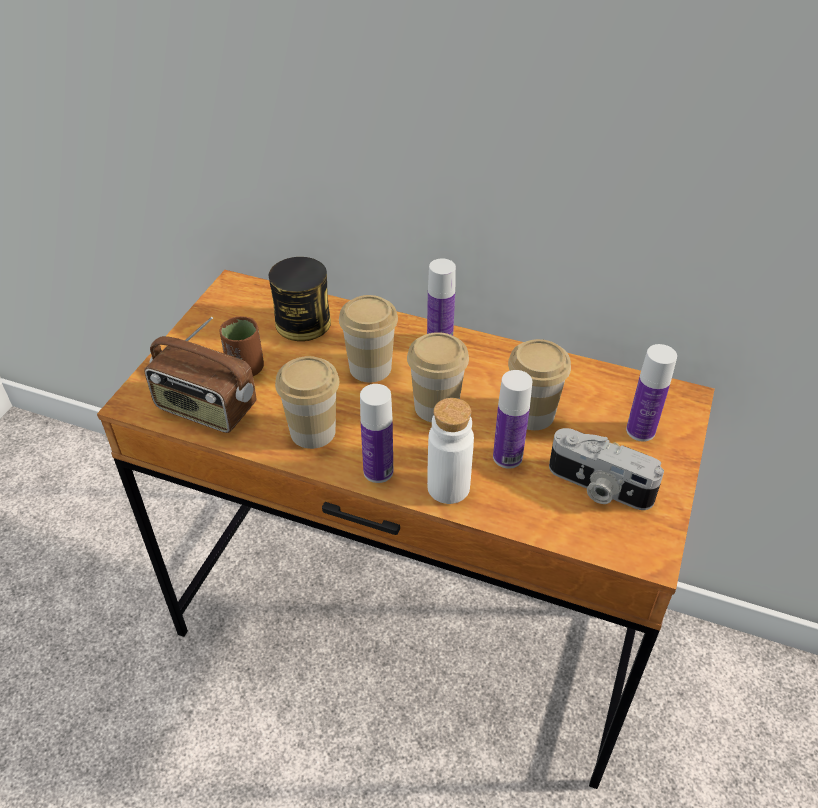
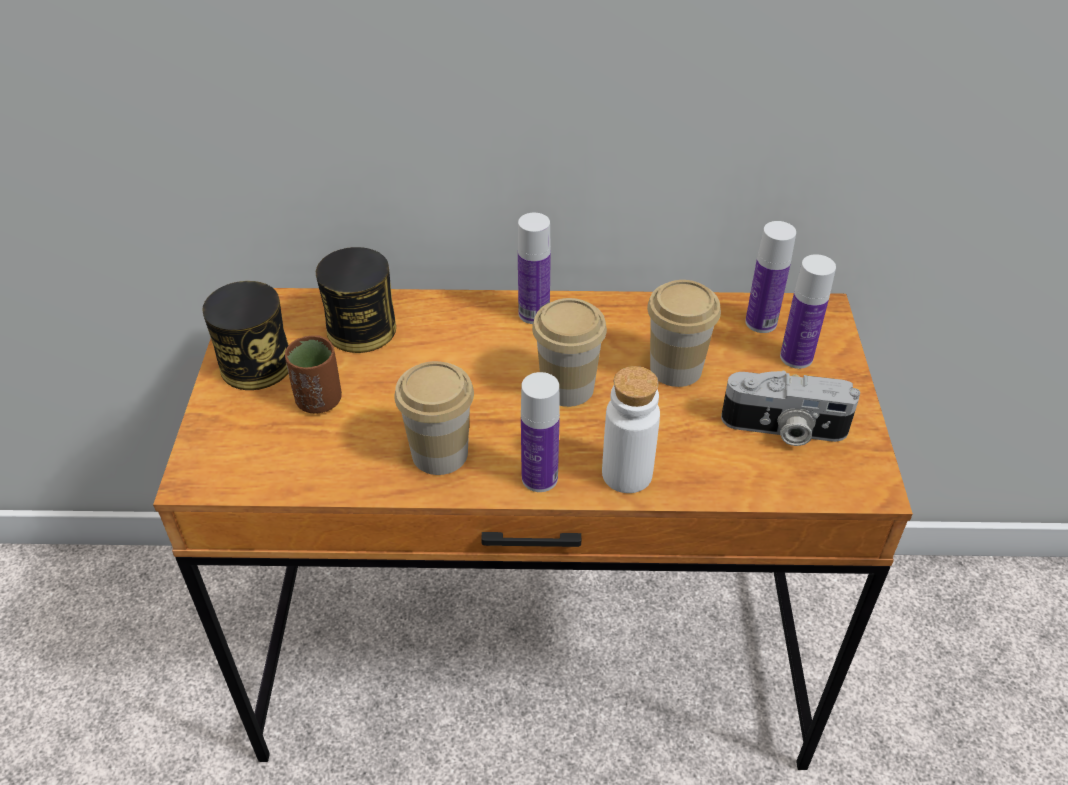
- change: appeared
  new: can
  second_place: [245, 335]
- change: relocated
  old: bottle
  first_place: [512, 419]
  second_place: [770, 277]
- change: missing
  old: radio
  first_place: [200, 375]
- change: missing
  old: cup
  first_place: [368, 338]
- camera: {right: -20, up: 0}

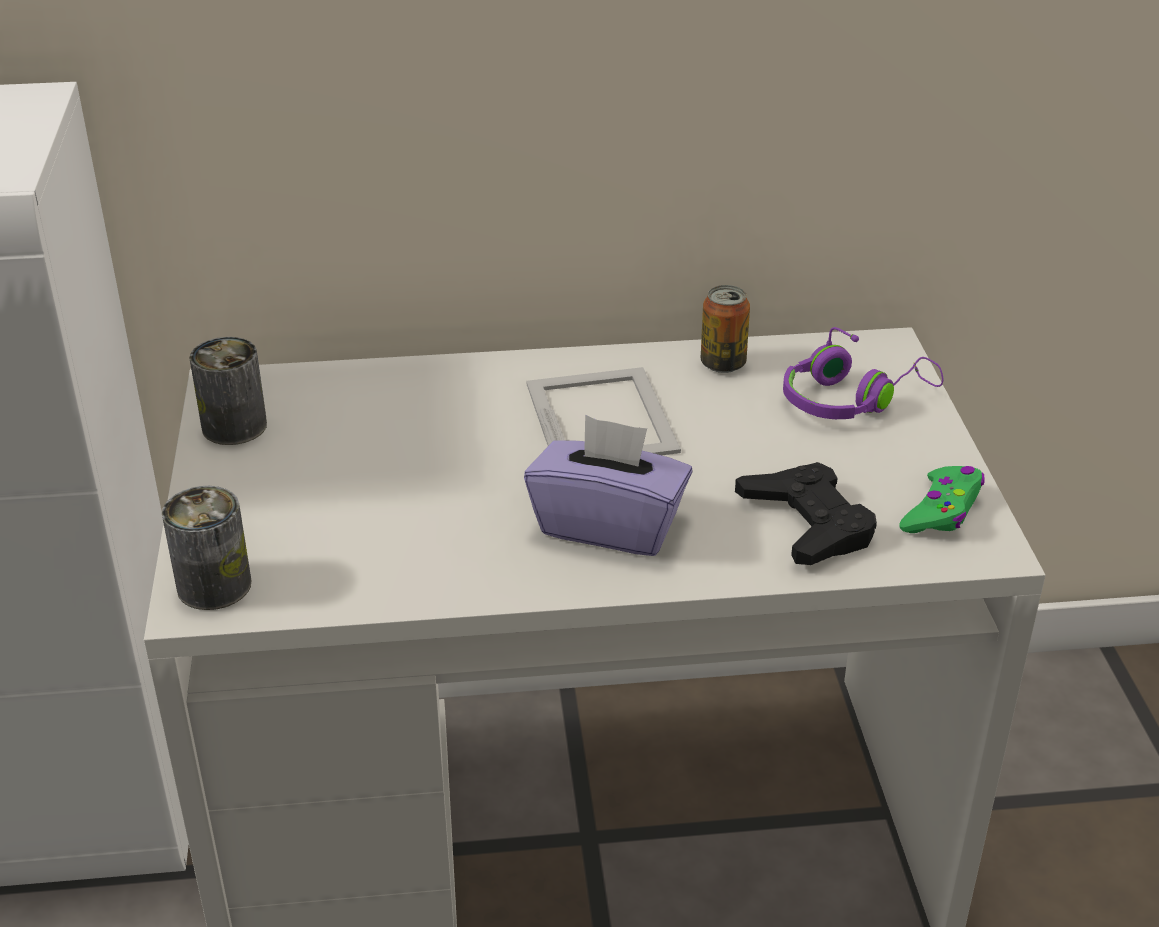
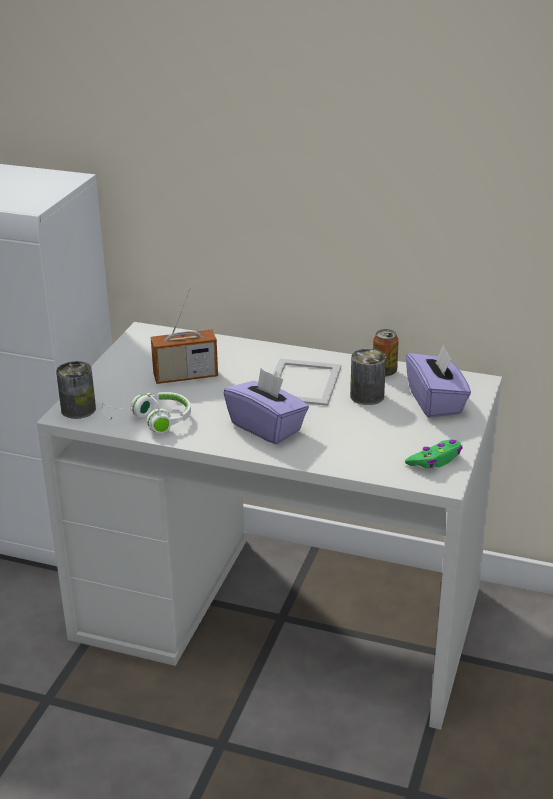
- change: appeared
  new: white headphones
  second_place: [146, 412]
- change: appeared
  new: radio
  second_place: [184, 335]
- change: relocated
  old: can
  first_place: [228, 391]
  second_place: [368, 376]
- change: exchanged
  old: purple headphones
  new: purple tissue box
  first_place: [863, 373]
  second_place: [438, 381]
- change: missing
  old: black game controller
  first_place: [806, 513]
- camera: {right: 25, up: -5}

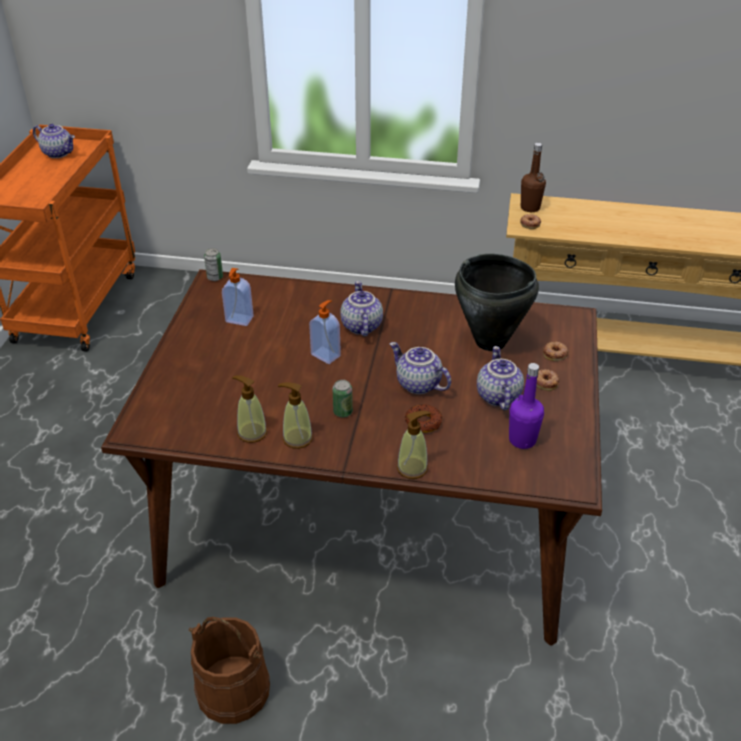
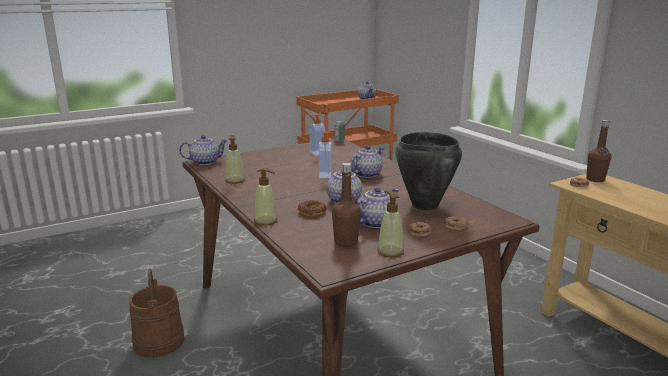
- change: appeared
  new: teapot
  second_place: [203, 150]
- change: colour
  old: purple bottle
  new: brown bottle
  first_place: [526, 406]
  second_place: [346, 205]
- change: relocated
  old: soap dispenser
  first_place: [295, 415]
  second_place: [390, 224]
- change: missing
  old: can
  first_place: [343, 398]
- camera: {right: 50, up: -20}

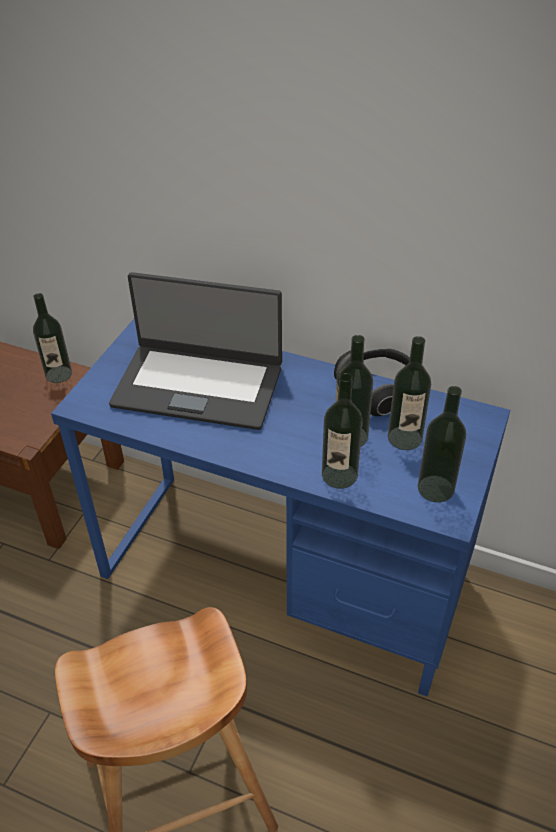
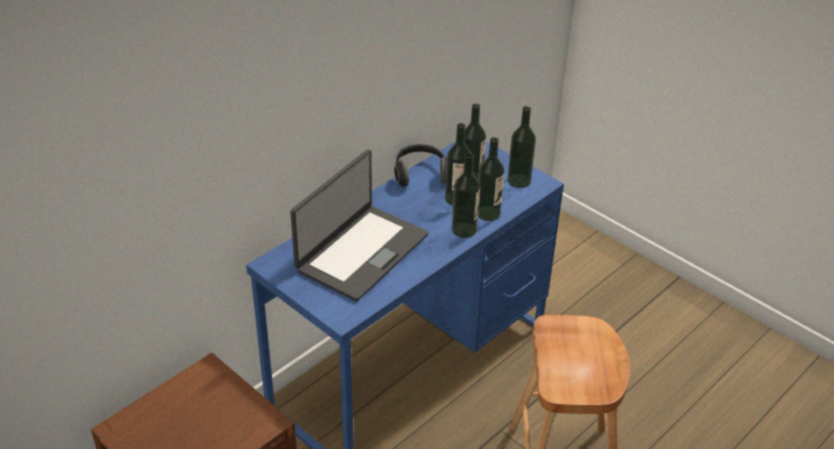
- change: relocated
  old: bottle
  first_place: [52, 338]
  second_place: [466, 195]
- camera: {right: -70, up: -5}

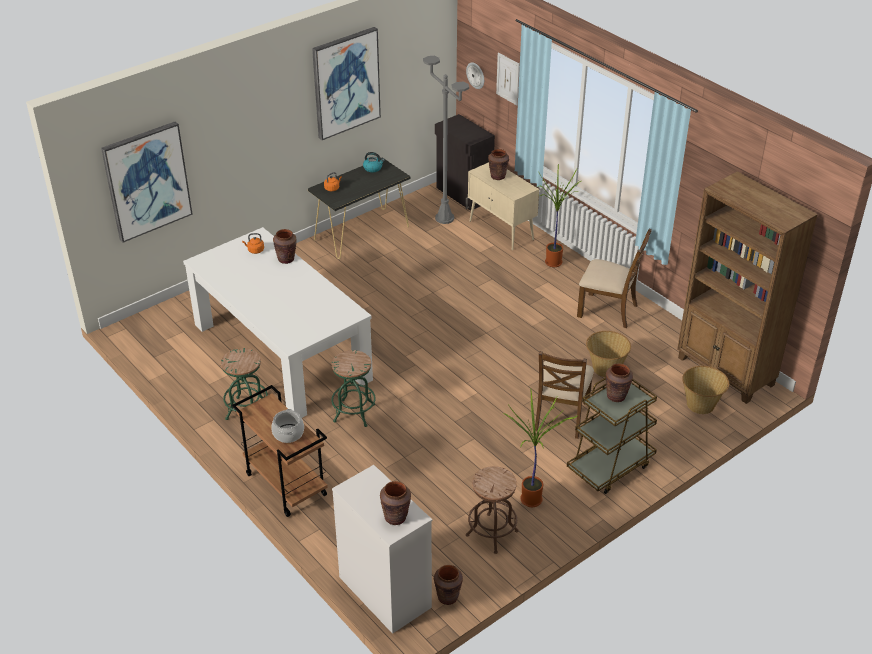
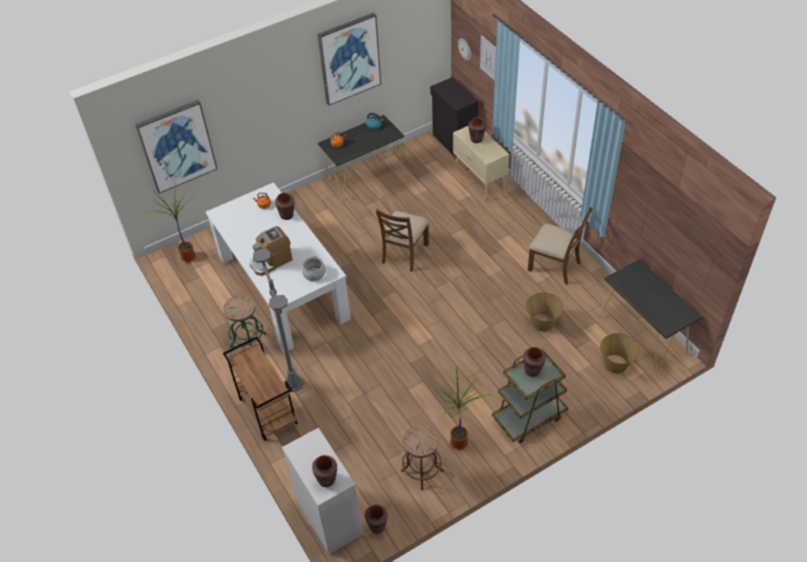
- change: relocated
  old: potted plant
  first_place: [559, 215]
  second_place: [171, 223]
- change: appeared
  new: coffee machine
  second_place: [271, 251]
- change: relocated
  old: grey floor lamp
  first_place: [446, 140]
  second_place: [278, 320]
- change: relocated
  old: cooking pot
  first_place: [287, 426]
  second_place: [314, 268]
- change: relocated
  old: brown chair
  first_place: [564, 395]
  second_place: [402, 240]
- change: exchanged
  old: brown bookcase
  new: black console table
  first_place: [747, 288]
  second_place: [651, 315]
- change: missing
  old: green stool
  first_place: [353, 388]
- camera: {right: 10, up: 10}

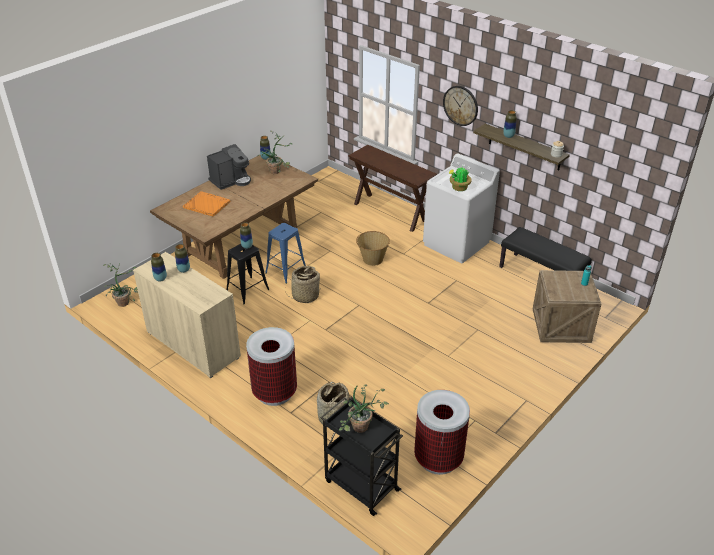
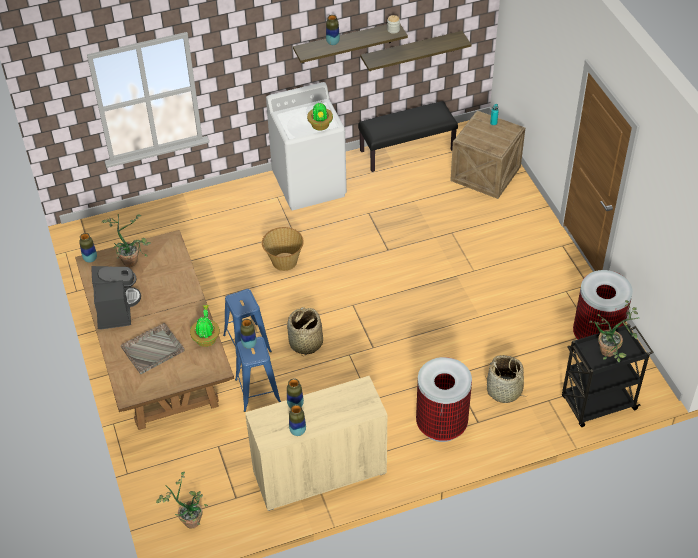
- change: colour
  old: orange tray
  new: grey tray
  first_place: [206, 203]
  second_place: [153, 348]
- change: appeared
  new: potted plant
  second_place: [205, 326]
- change: colour
  old: black stool
  new: blue stool
  first_place: [248, 274]
  second_place: [258, 374]
- change: appeared
  new: shelf
  second_place: [416, 51]
- change: missing
  old: brown console table
  first_place: [392, 188]
- change: missing
  old: wall clock
  first_place: [460, 106]
- camera: {right: -60, up: 10}

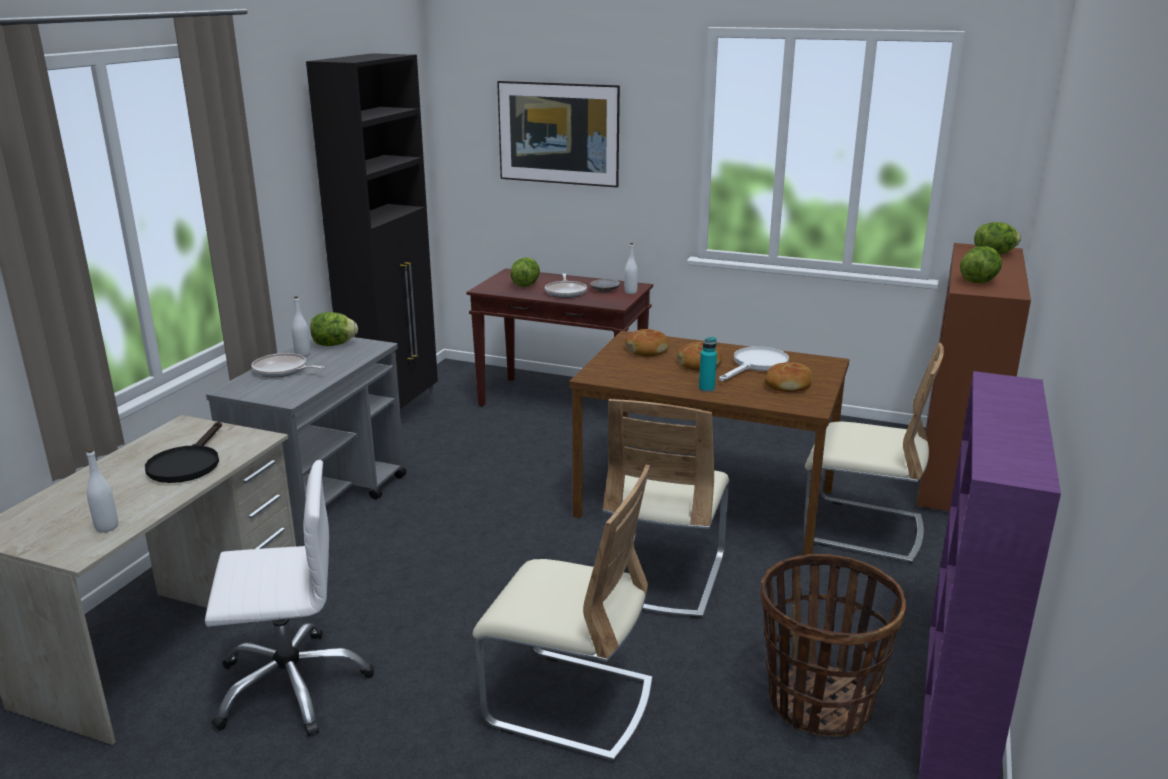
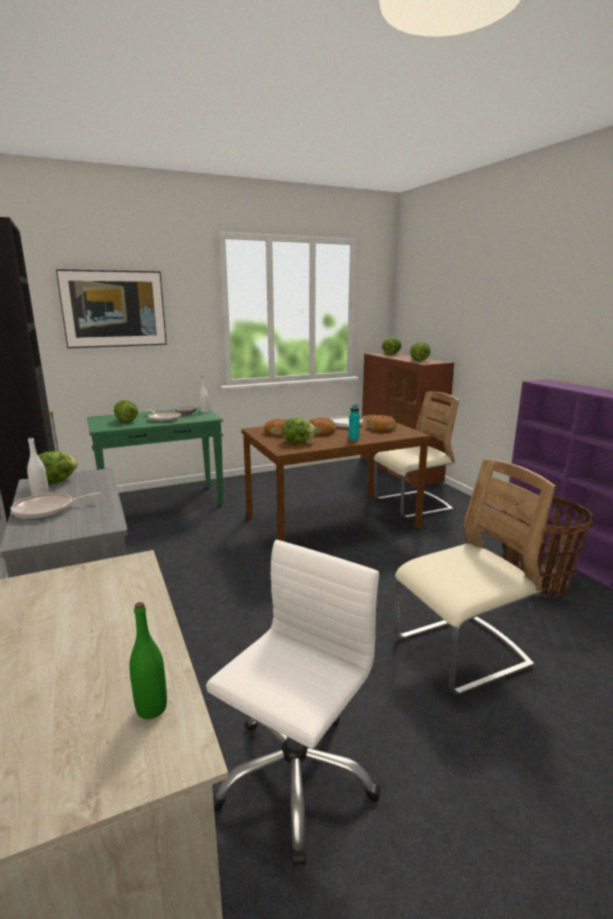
- change: colour
  old: brown console table
  new: green console table
  first_place: [560, 337]
  second_place: [155, 456]
- change: colour
  old: white bottle
  new: green bottle
  first_place: [102, 490]
  second_place: [148, 660]
- change: appeared
  new: lettuce
  second_place: [299, 430]
- change: missing
  old: black frying pan
  first_place: [183, 452]
- change: missing
  old: beige chair
  first_place: [666, 508]
- camera: {right: -45, up: -5}

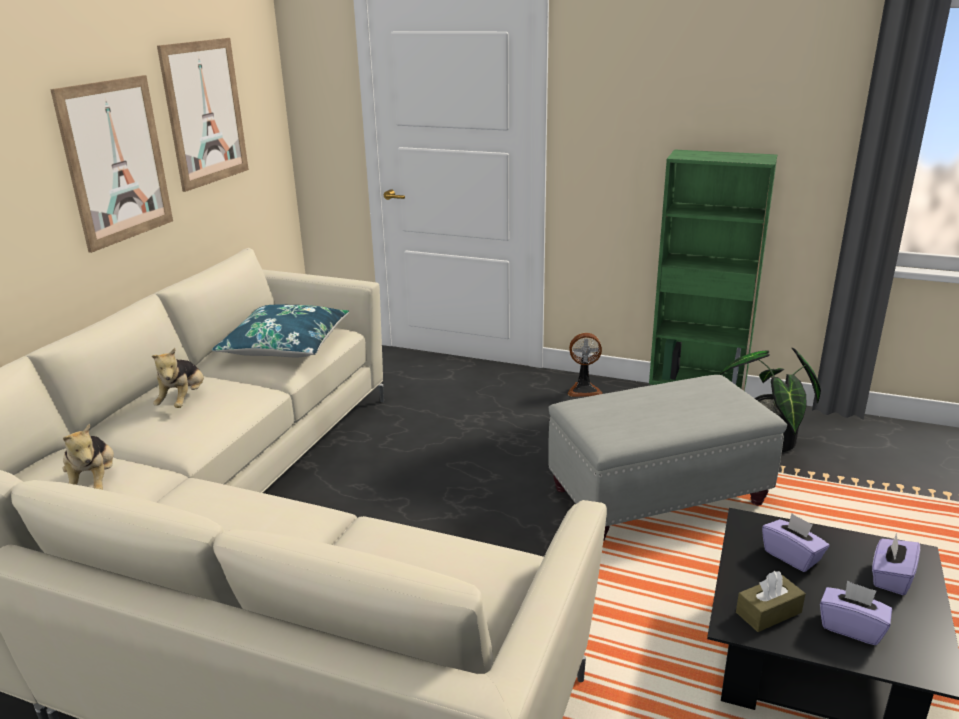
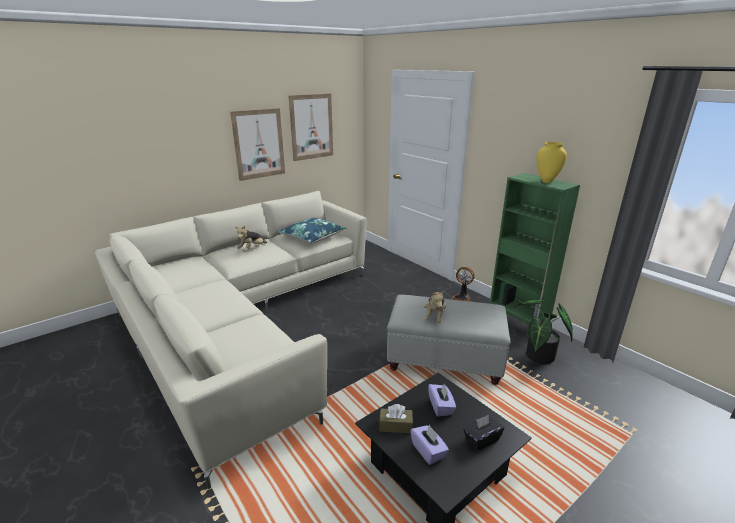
- change: relocated
  old: plush toy
  first_place: [88, 456]
  second_place: [434, 306]
- change: colour
  old: purple tissue box
  new: black tissue box
  first_place: [896, 564]
  second_place: [483, 433]
- change: appeared
  new: yellow vase
  second_place: [552, 162]
- camera: {right: 30, up: 0}

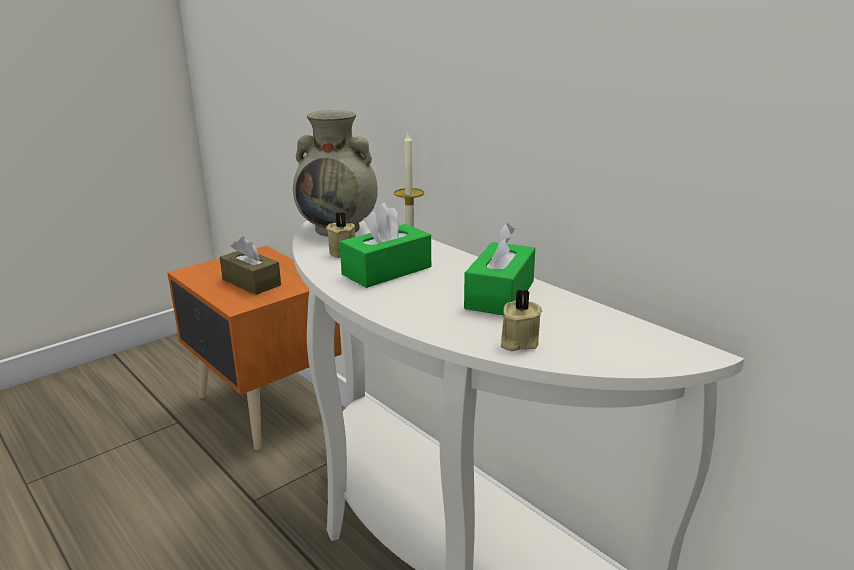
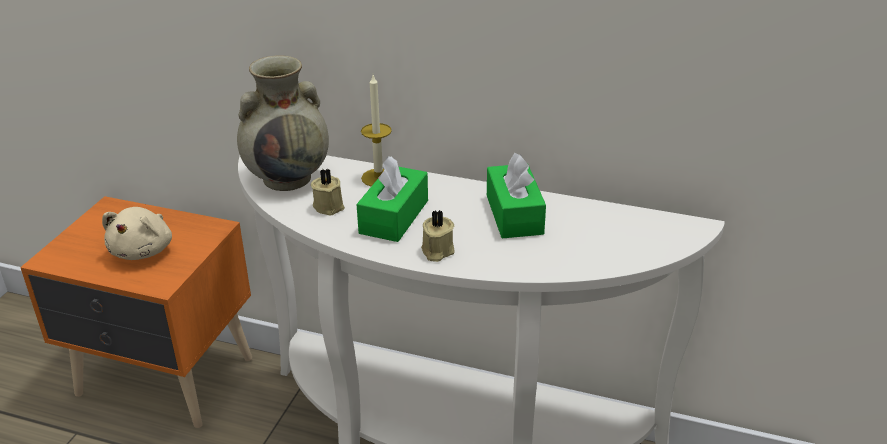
- change: exchanged
  old: brown tissue box
  new: beige plush toy
  first_place: [250, 266]
  second_place: [137, 233]
- change: relocated
  old: beige candle
  first_place: [521, 320]
  second_place: [438, 236]
- camera: {right: -30, up: 10}

